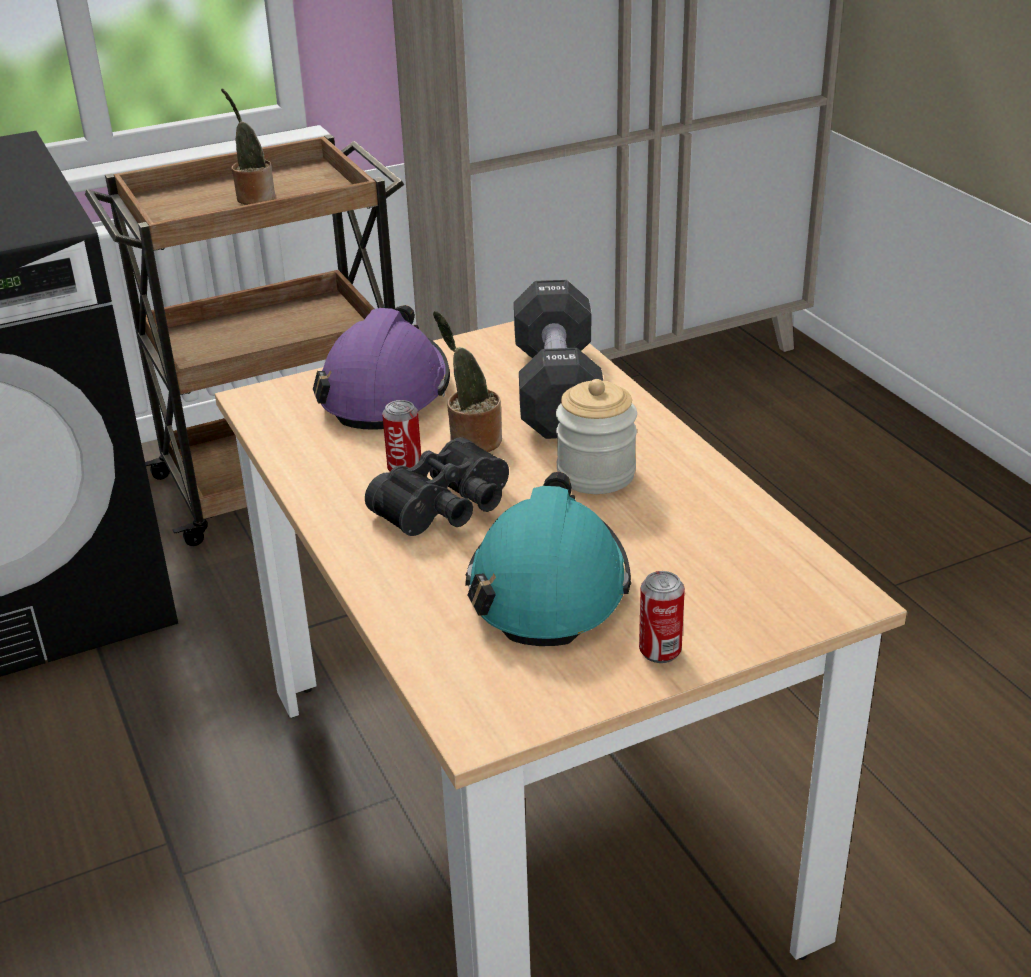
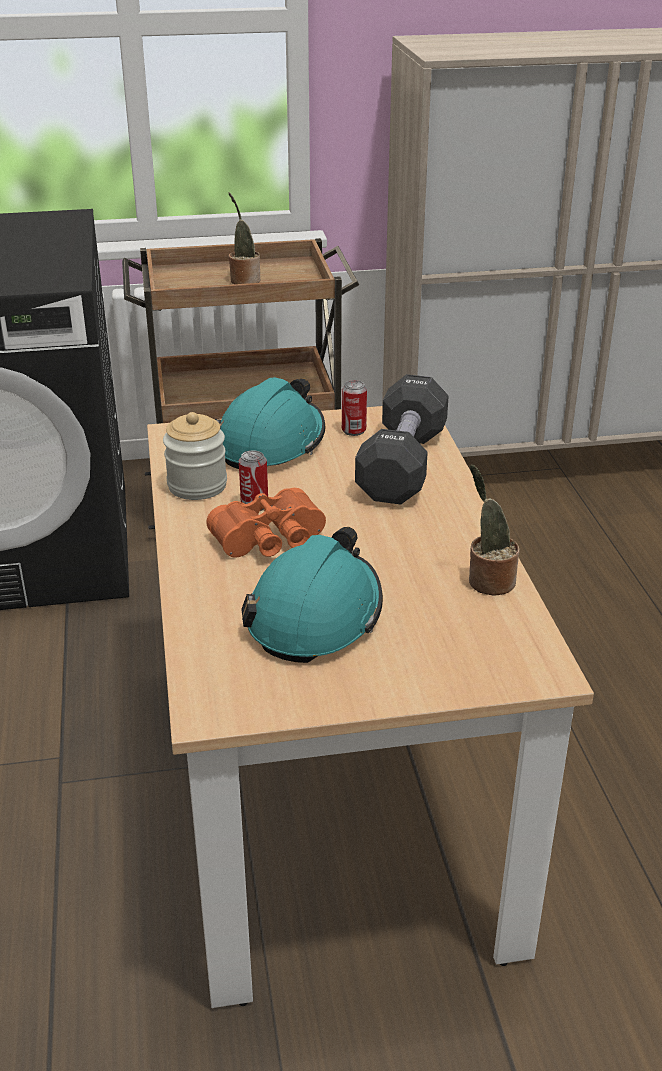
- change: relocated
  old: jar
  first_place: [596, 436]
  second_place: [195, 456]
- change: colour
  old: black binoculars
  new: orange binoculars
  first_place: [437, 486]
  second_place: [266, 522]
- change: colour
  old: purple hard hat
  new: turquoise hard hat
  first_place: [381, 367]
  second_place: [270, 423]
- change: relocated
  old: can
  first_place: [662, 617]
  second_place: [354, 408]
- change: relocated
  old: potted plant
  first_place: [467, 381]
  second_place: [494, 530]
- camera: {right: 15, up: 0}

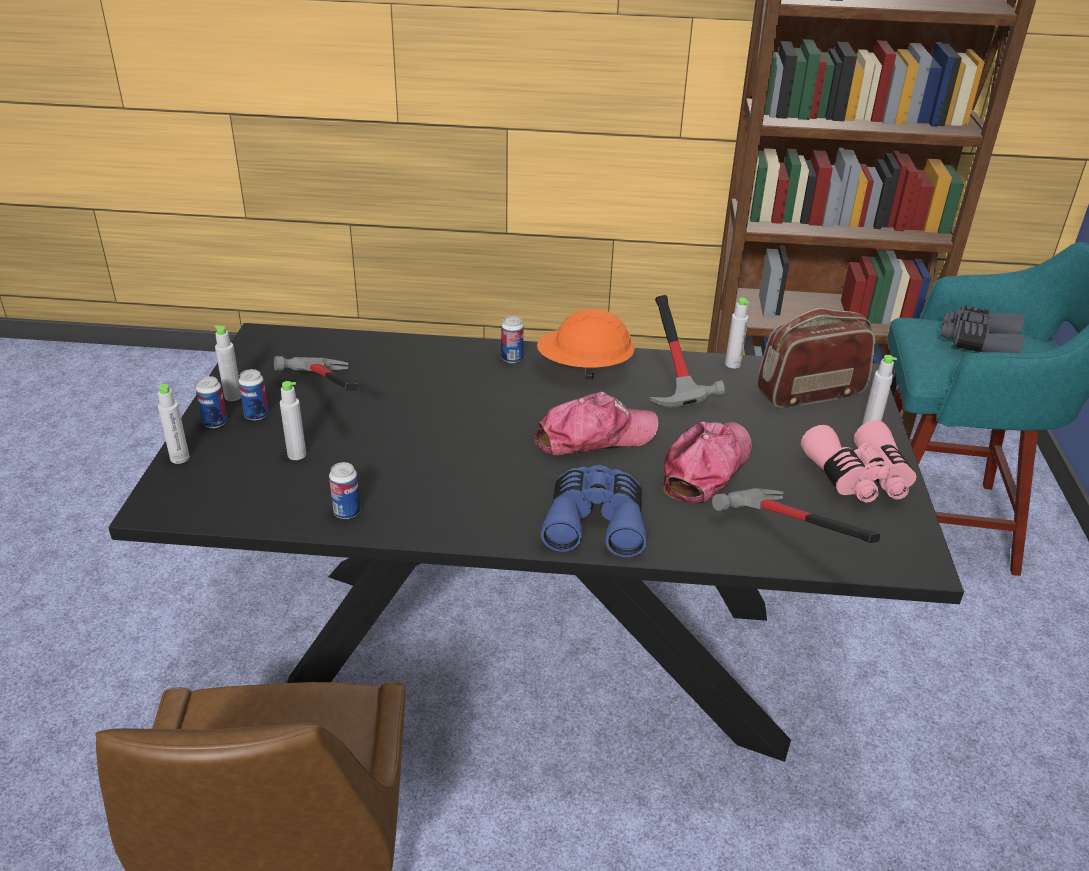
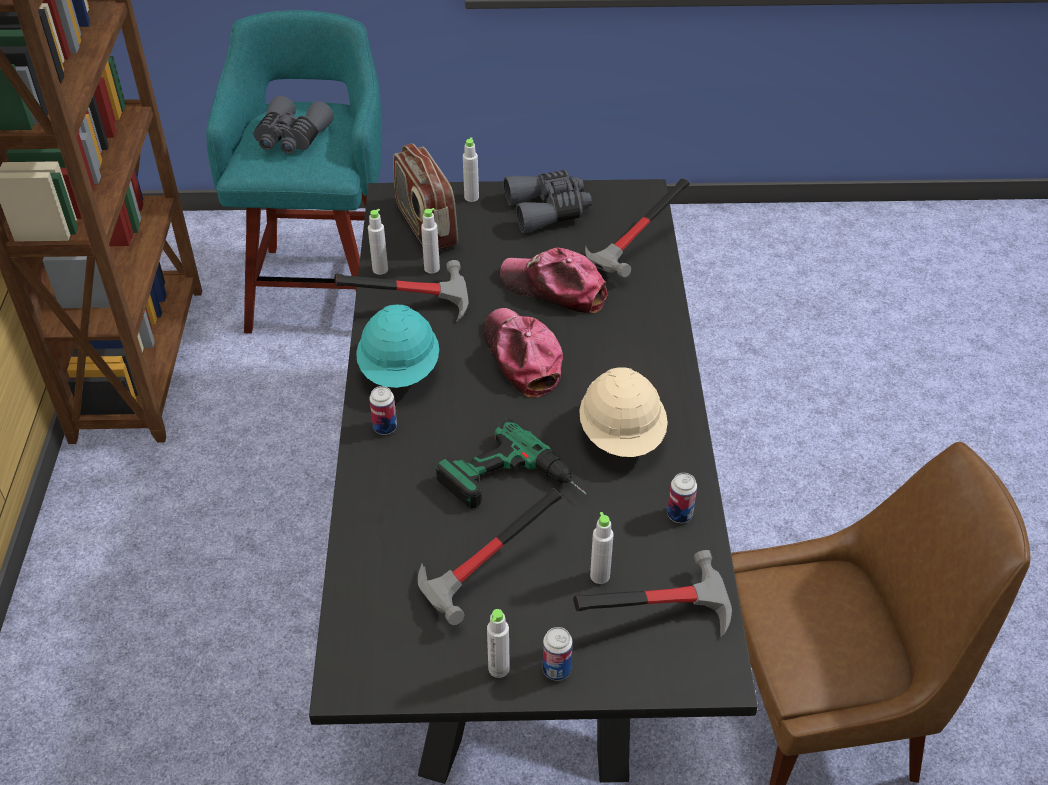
- change: colour
  old: orange hard hat
  new: turquoise hard hat
  first_place: [586, 344]
  second_place: [397, 346]
- change: relocated
  old: grey bottle
  first_place: [174, 424]
  second_place: [430, 241]
- change: appeared
  new: power drill
  second_place: [511, 464]
- change: colour
  old: pink binoculars
  new: grey binoculars
  first_place: [859, 461]
  second_place: [548, 201]
- change: appeared
  new: hammer
  second_place: [652, 593]
- change: appeared
  new: beige hard hat
  second_place: [623, 412]
- change: missing
  old: can
  first_place: [253, 395]
- change: missing
  old: blue binoculars
  first_place: [594, 511]
- camera: {right: -95, up: 10}

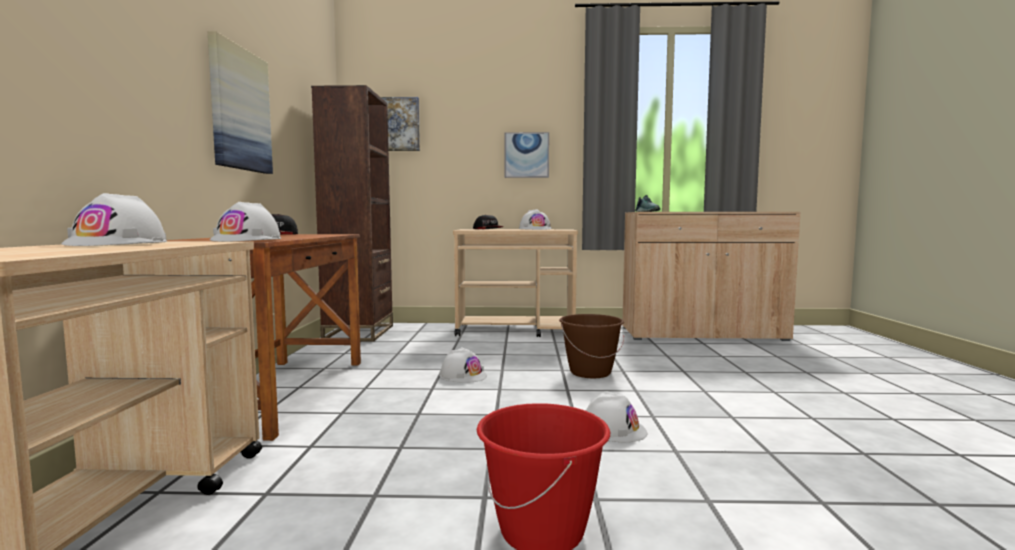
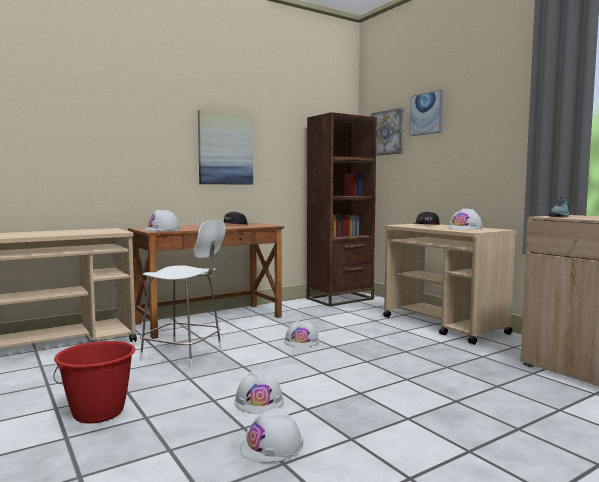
- change: appeared
  new: white chair
  second_place: [183, 294]
- change: relocated
  old: white hard hat
  first_place: [114, 219]
  second_place: [271, 435]
- change: relocated
  old: picture
  first_place: [527, 155]
  second_place: [426, 112]
- change: missing
  old: brown bucket
  first_place: [591, 346]
- camera: {right: 55, up: 0}

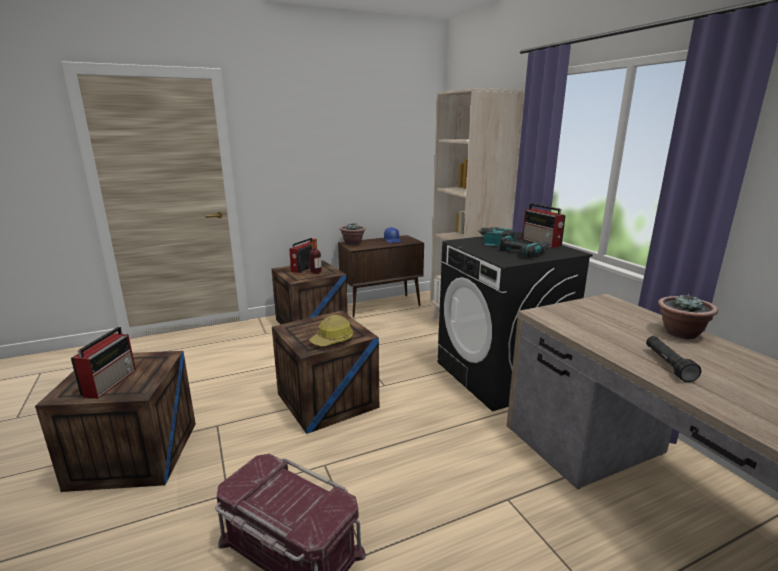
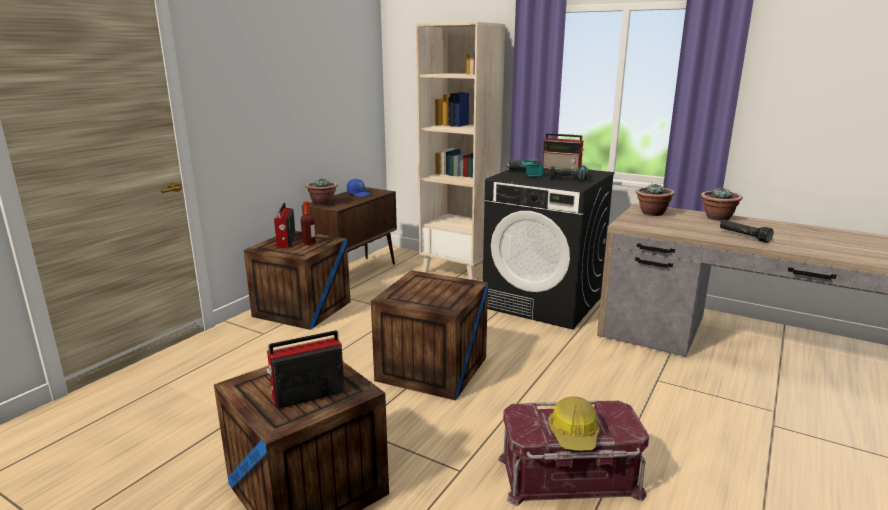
- change: spun
  old: radio
  first_place: [103, 363]
  second_place: [305, 369]
  degrees: -90
- change: relocated
  old: hard hat
  first_place: [331, 331]
  second_place: [573, 423]
- change: appeared
  new: potted plant
  second_place: [655, 200]
- camera: {right: -35, up: 0}

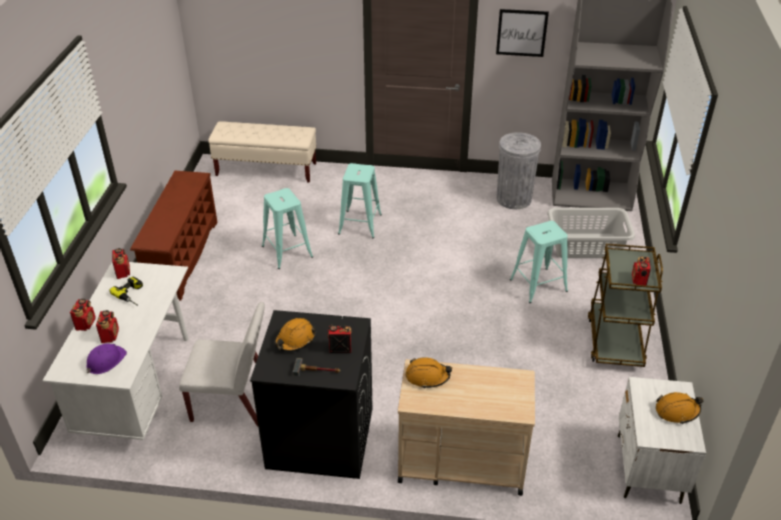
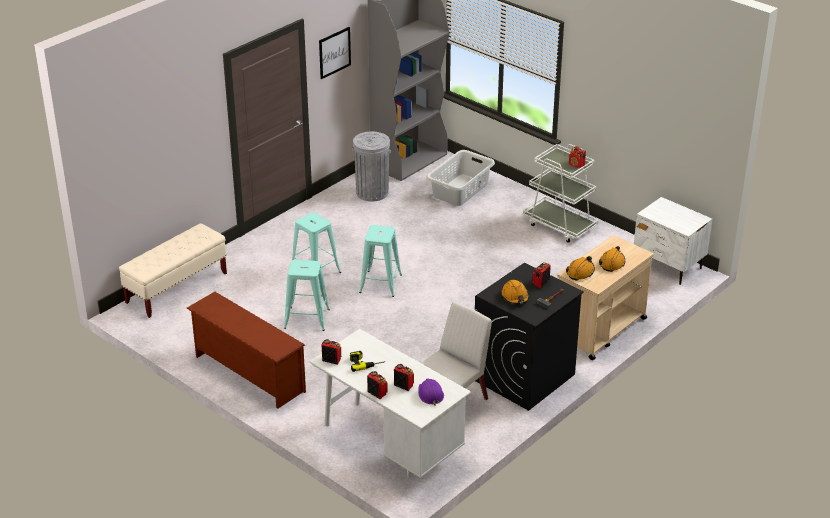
- change: relocated
  old: turquoise stool
  first_place: [539, 262]
  second_place: [380, 261]
- change: colour
  old: brown cart
  new: white cart
  first_place: [625, 305]
  second_place: [560, 193]
- change: relocated
  old: orange hard hat
  first_place: [679, 408]
  second_place: [612, 259]
- camera: {right: -55, up: -5}

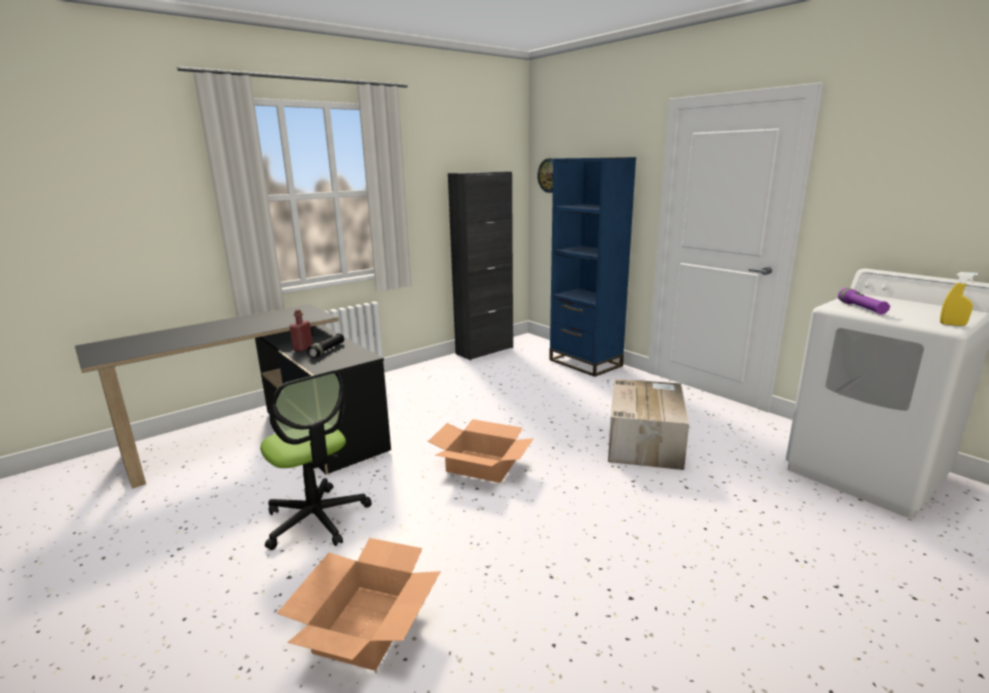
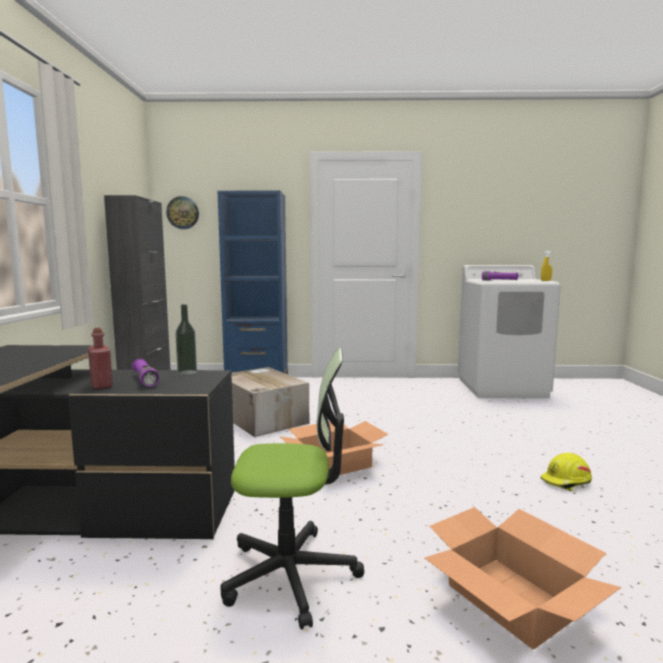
- change: colour
  old: black flashlight
  new: purple flashlight
  first_place: [325, 345]
  second_place: [145, 373]
- change: appeared
  new: bottle
  second_place: [186, 339]
- change: relocated
  old: cardboard box
  first_place: [648, 424]
  second_place: [270, 402]
- change: appeared
  new: yellow hard hat
  second_place: [566, 472]
- camera: {right: -50, up: -10}

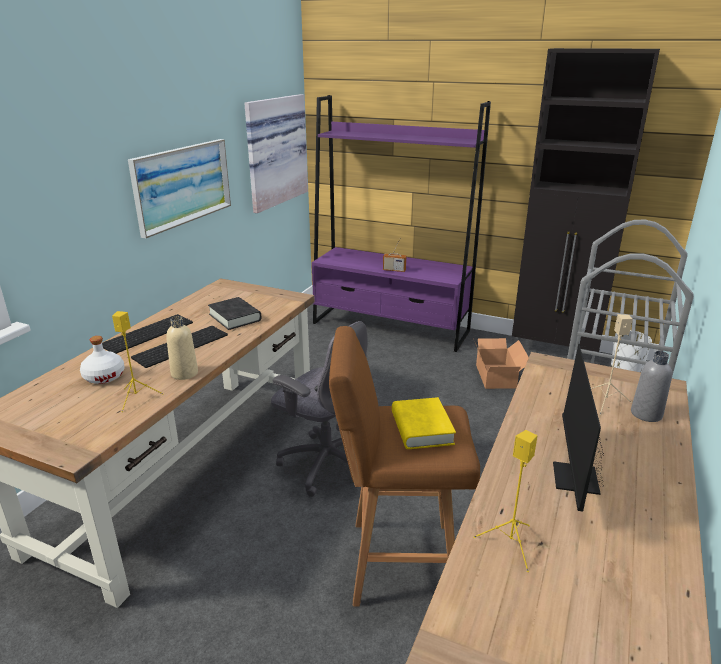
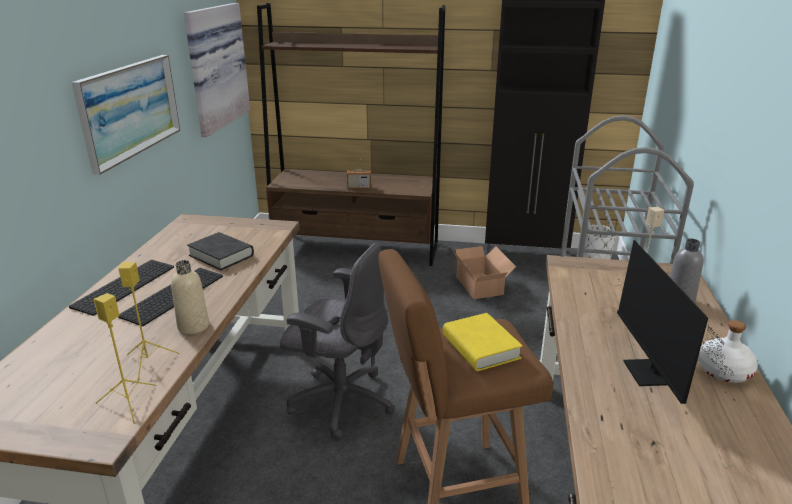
- change: relocated
  old: yellow speaker
  first_place: [505, 501]
  second_place: [124, 358]
- change: colour
  old: purple bookcase
  new: brown bookcase
  first_place: [401, 223]
  second_place: [351, 134]
- change: relocated
  old: white bottle
  first_place: [102, 360]
  second_place: [728, 351]
- camera: {right: -15, up: 0}

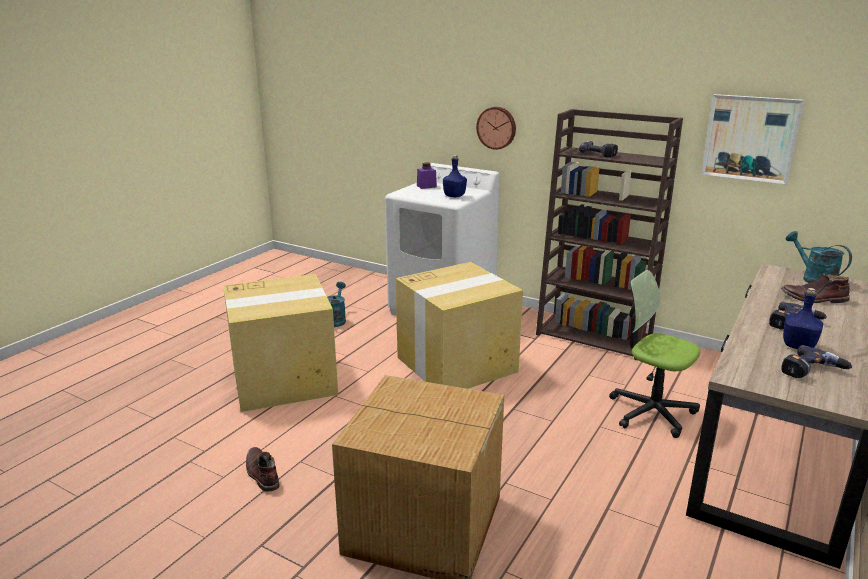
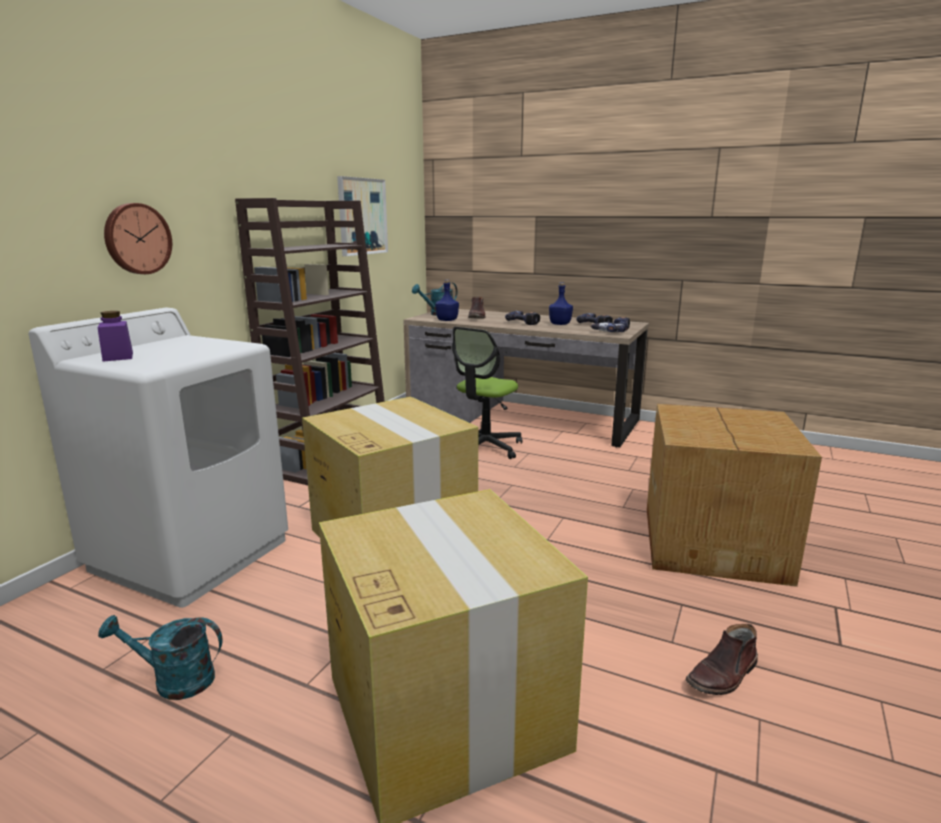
- change: relocated
  old: blue bottle
  first_place: [455, 176]
  second_place: [447, 300]
- change: relocated
  old: power drill
  first_place: [598, 149]
  second_place: [610, 324]
- camera: {right: -95, up: -5}

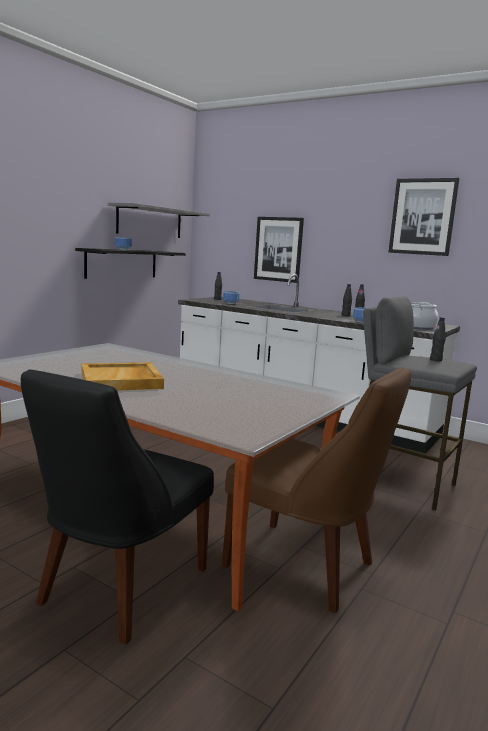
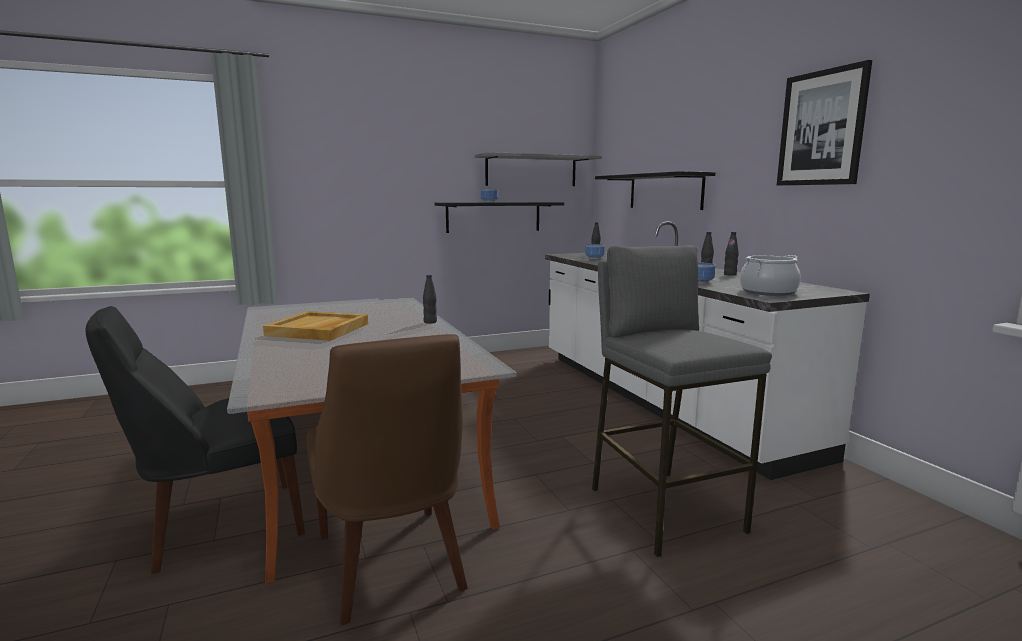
- change: relocated
  old: black bottle
  first_place: [438, 339]
  second_place: [430, 299]
- change: exchanged
  old: picture
  new: black shelf
  first_place: [279, 250]
  second_place: [655, 190]
- camera: {right: 35, up: 0}

